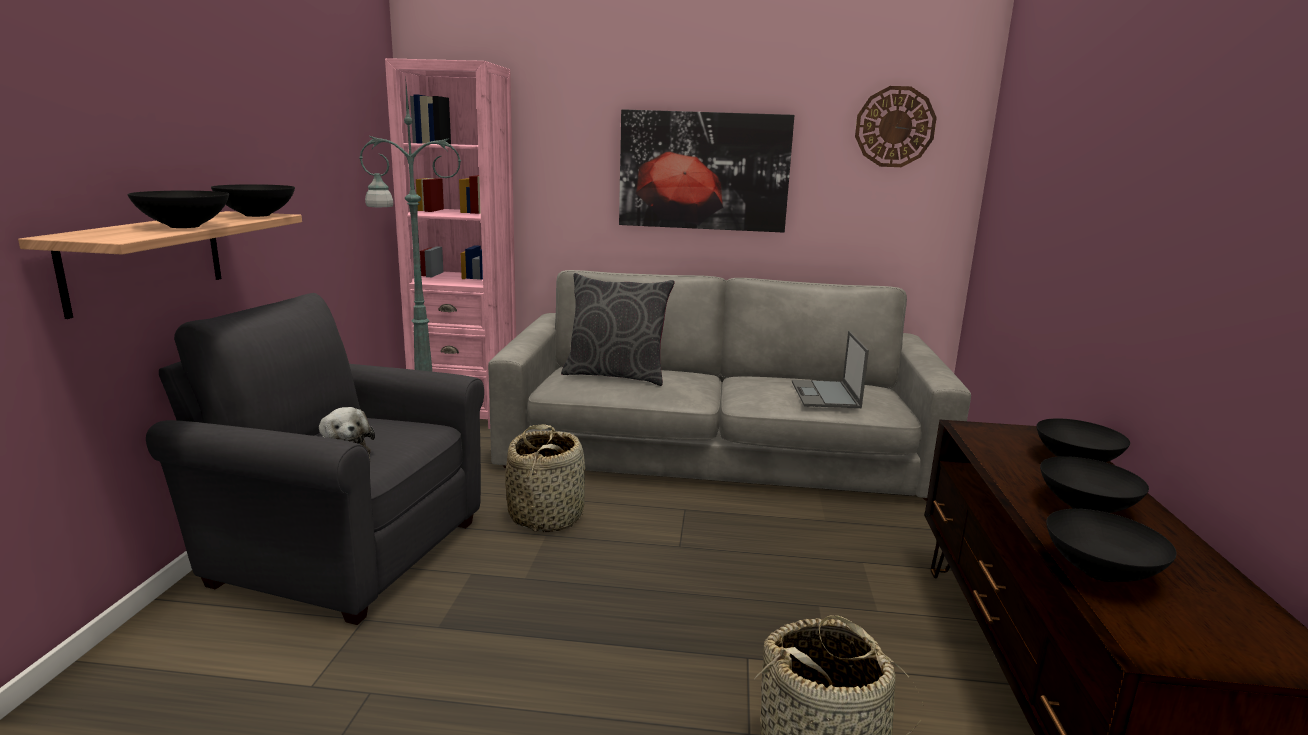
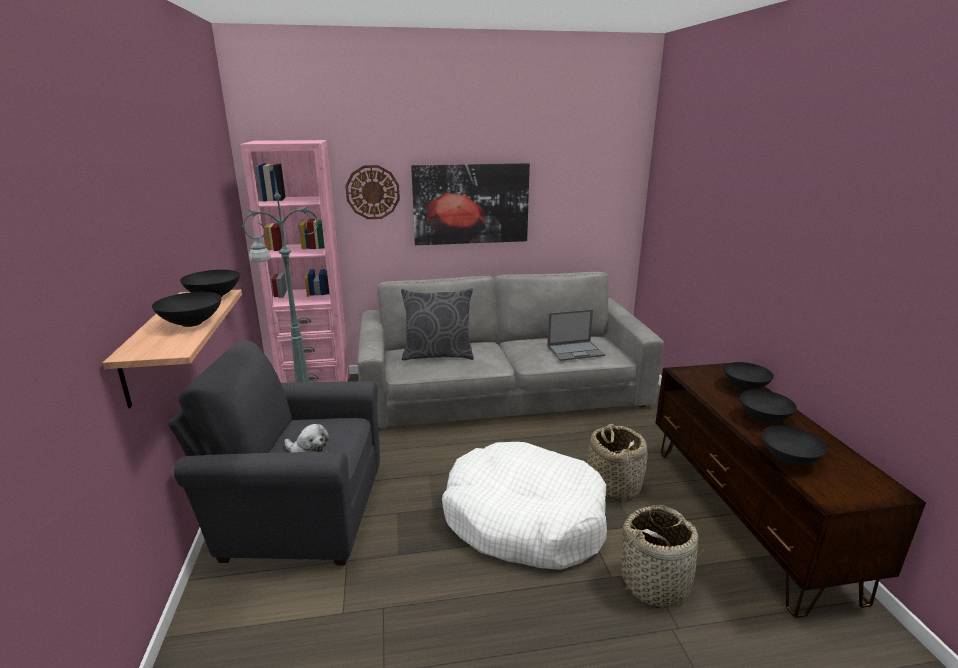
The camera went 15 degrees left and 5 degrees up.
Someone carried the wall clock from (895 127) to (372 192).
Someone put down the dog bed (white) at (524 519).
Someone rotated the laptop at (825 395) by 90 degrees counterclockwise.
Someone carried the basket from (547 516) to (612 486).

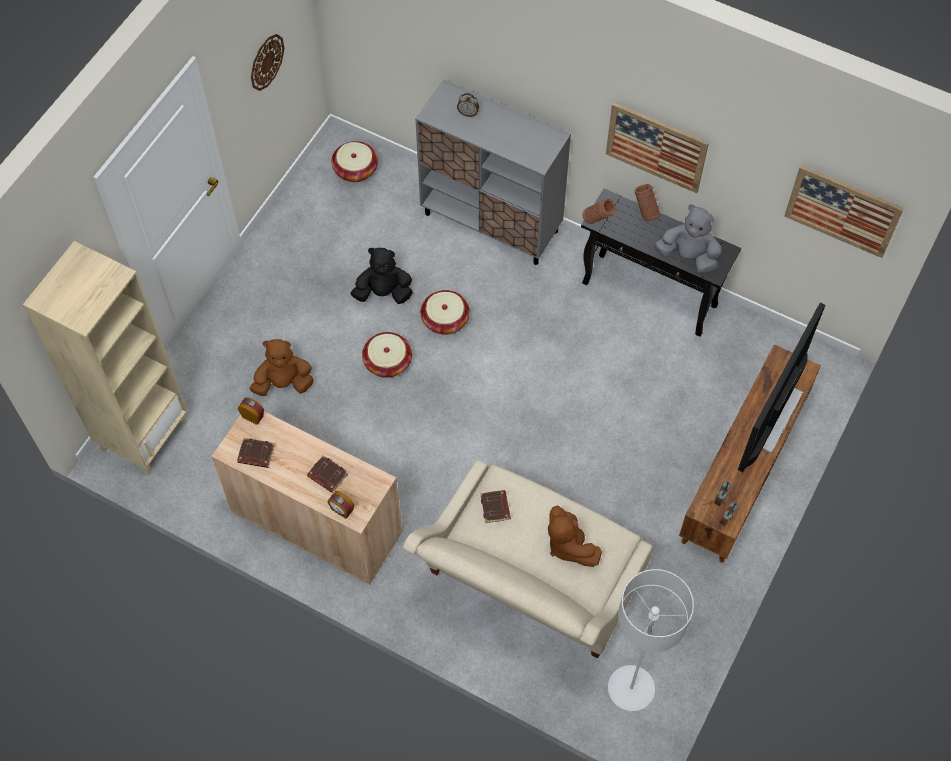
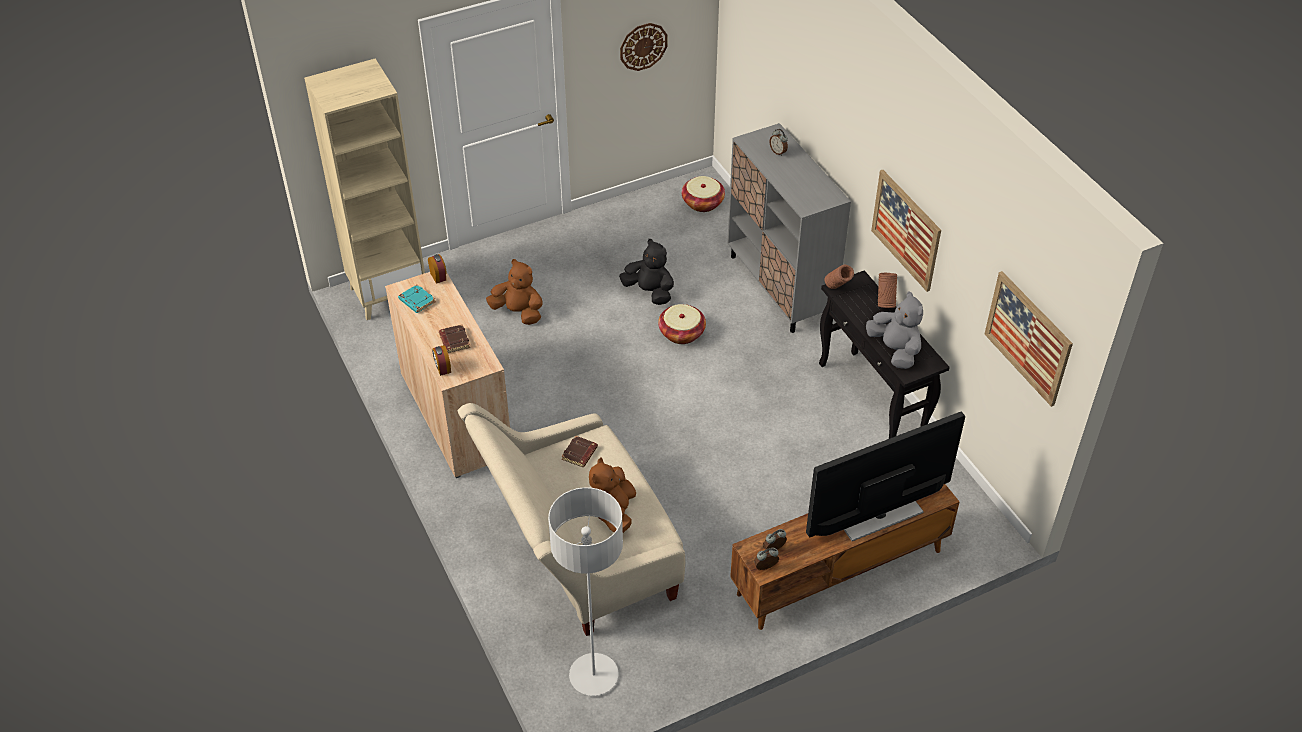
The camera went 35 degrees right and 15 degrees down.
Someone repainted the book (brown) at (255 455), which became the book (turquoise) at (416 301).
Someone took away the basket at (387 362).

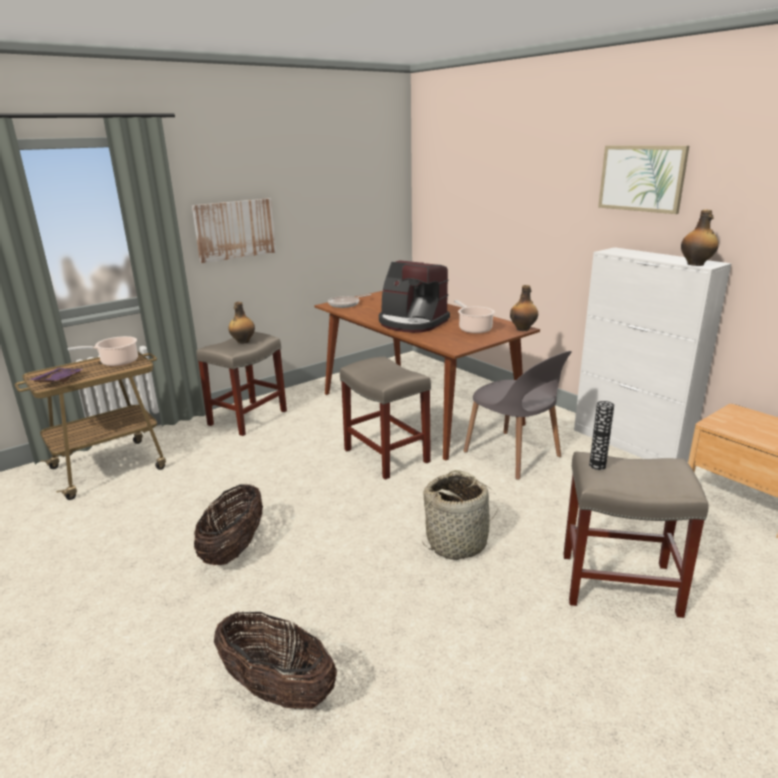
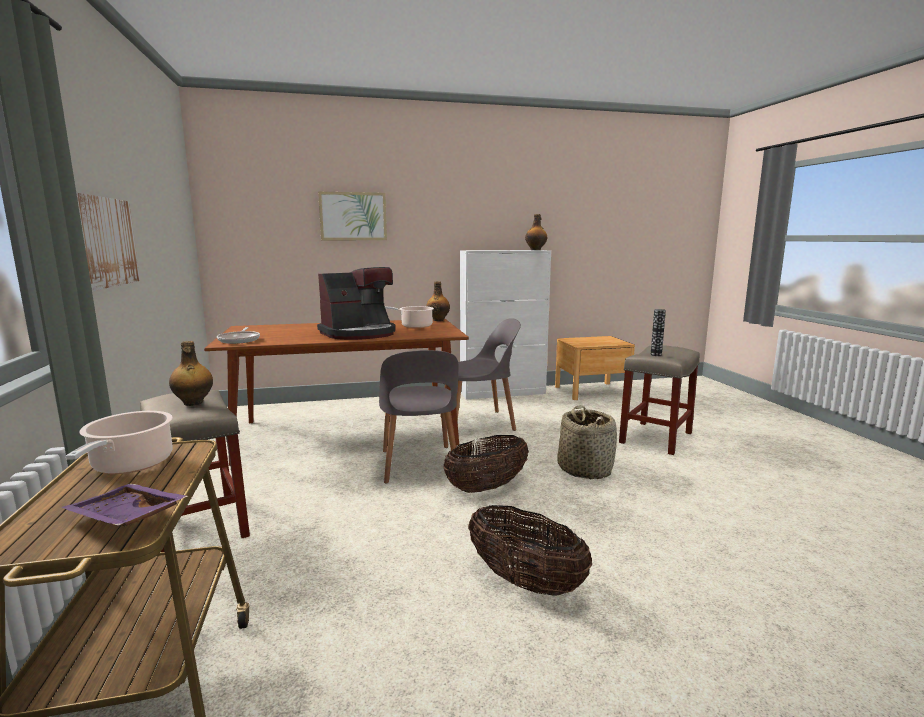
The camera went 65 degrees left and 10 degrees down.
Someone carried the picture from (642 178) to (353 216).
Someone swapped the stool (beige) at (385 455) for the chair (grey) at (419 465).
Someone carried the basket from (277 689) to (486 487).

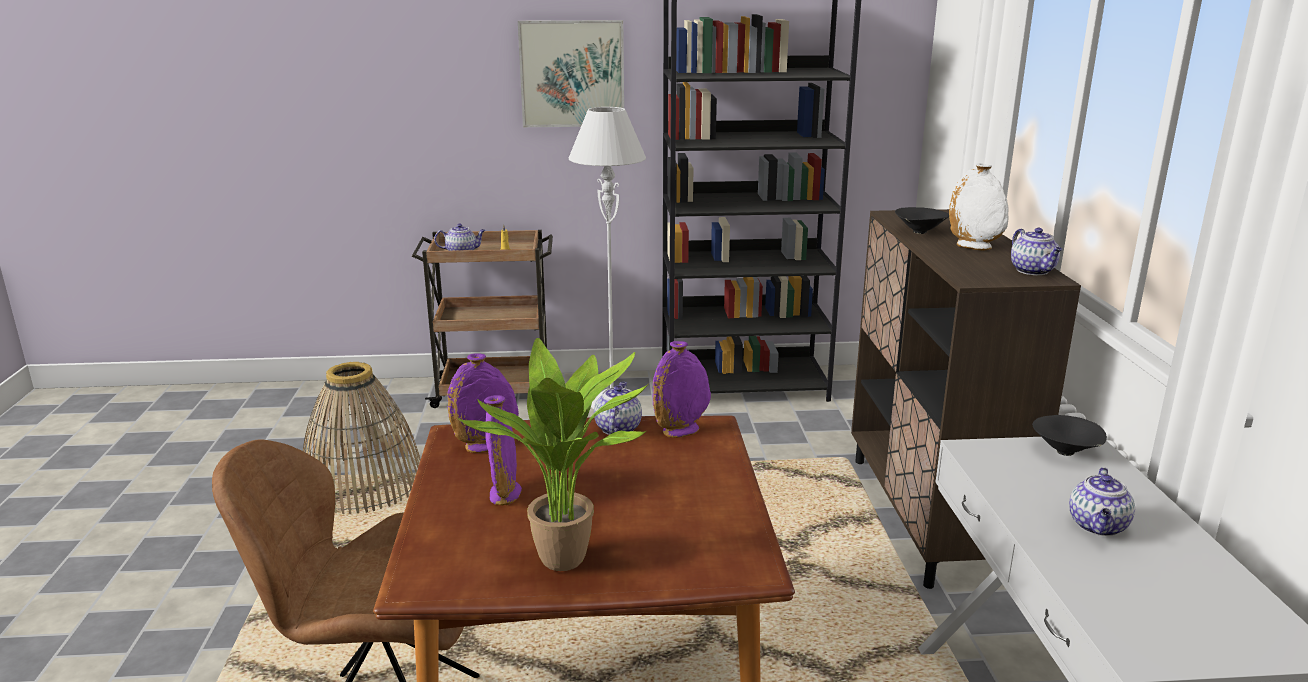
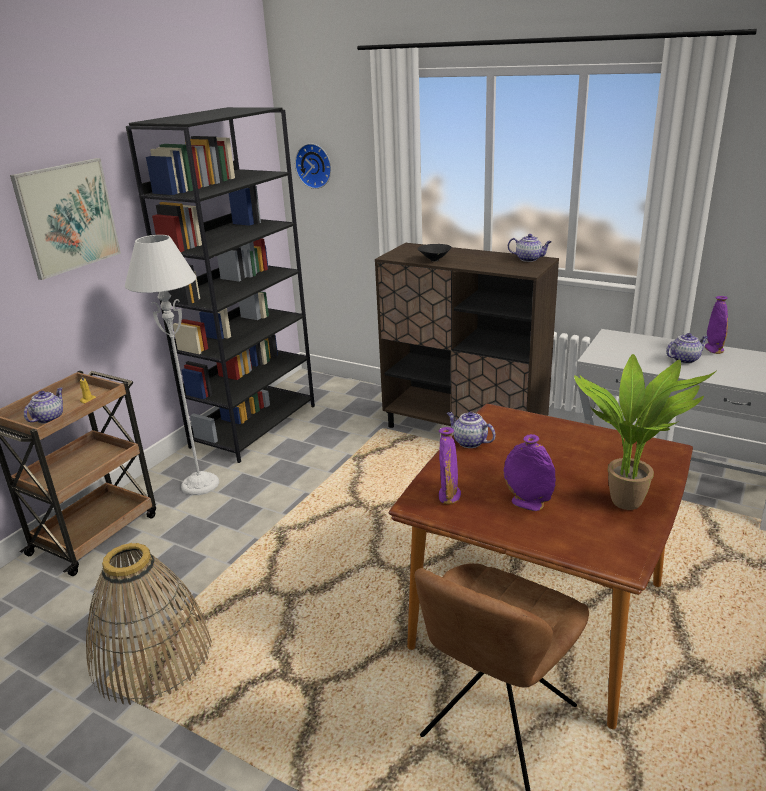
The camera went 55 degrees left and 5 degrees up.
Someone put up the wall clock at (315 165).
Someone rotated the teapot at (1098 526) by 75 degrees counterclockwise.
Someone carried the vase (purple) from (681 431) to (714 349).
Someone took away the vase (white) at (974 247).
Someone took away the bowl (black) at (1066 453).

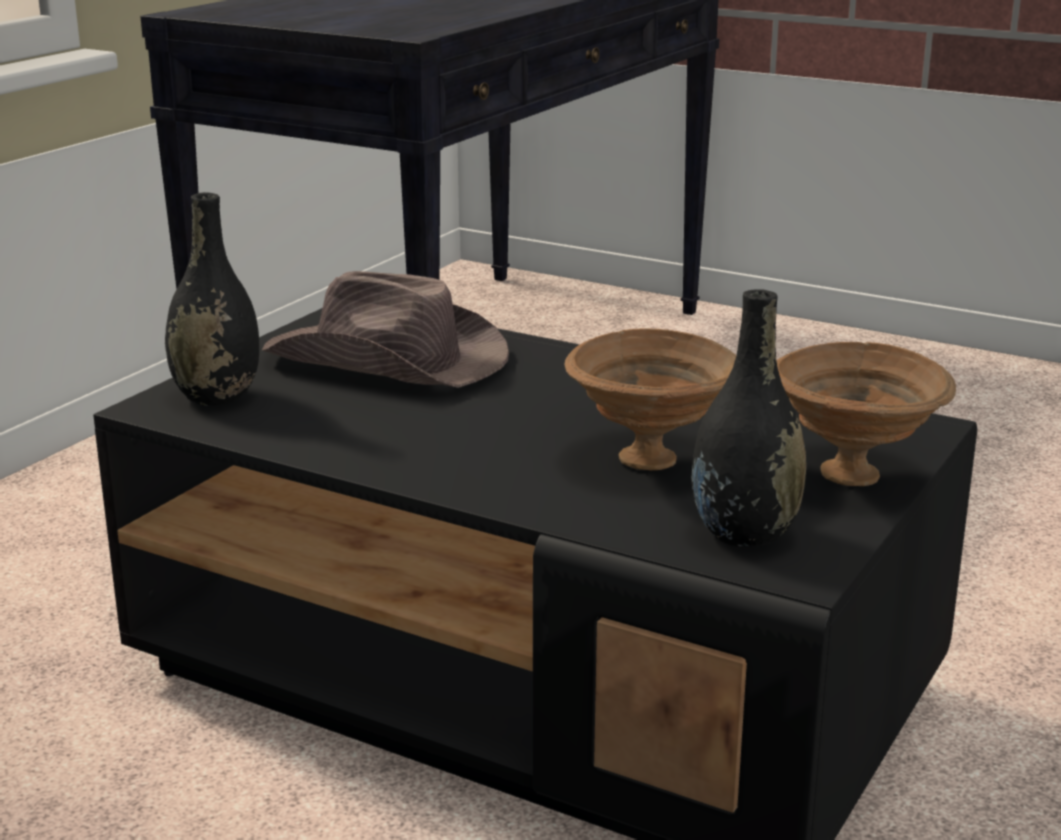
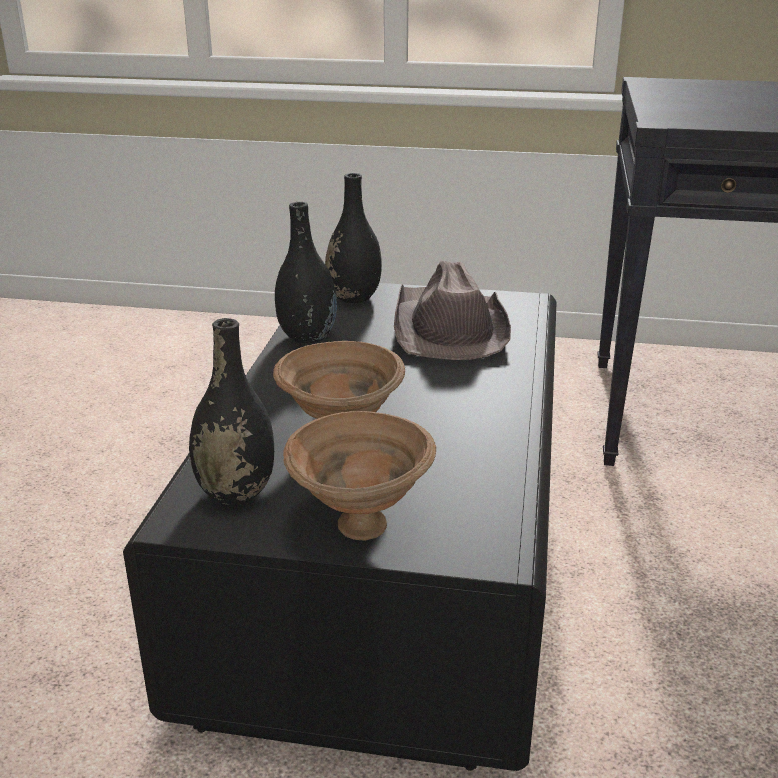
The camera went 70 degrees right and 5 degrees up.
Someone put down the vase (black) at (307 337).

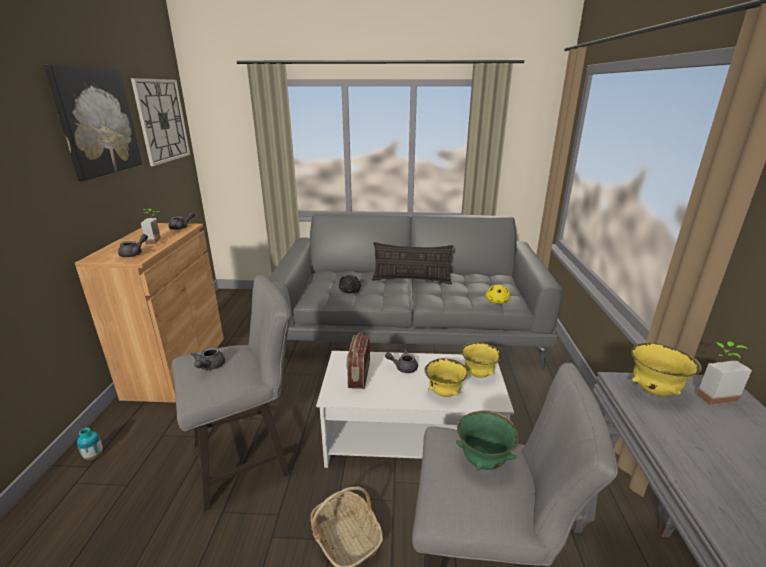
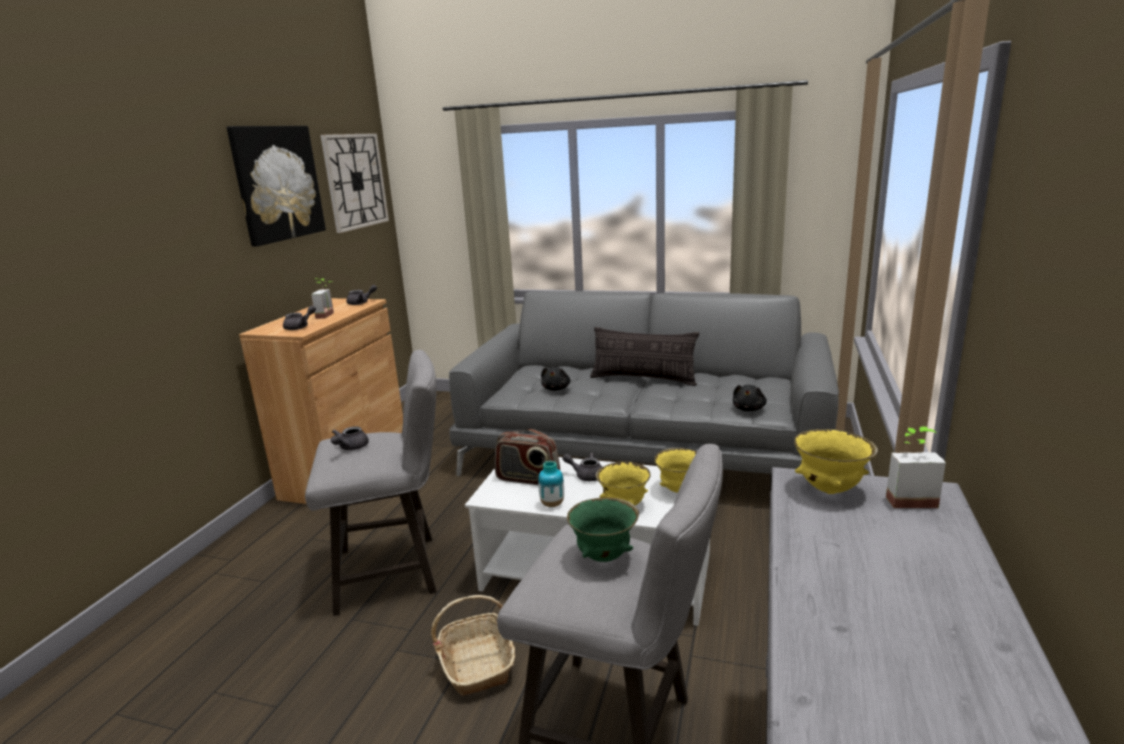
The camera went 15 degrees right and 5 degrees down.
Someone rotated the radio at (359 375) by 90 degrees counterclockwise.
Someone carried the vase from (94 456) to (552 504).
Someone repainted the plush toy (yellow) at (497 301), which became the plush toy (black) at (749 409).

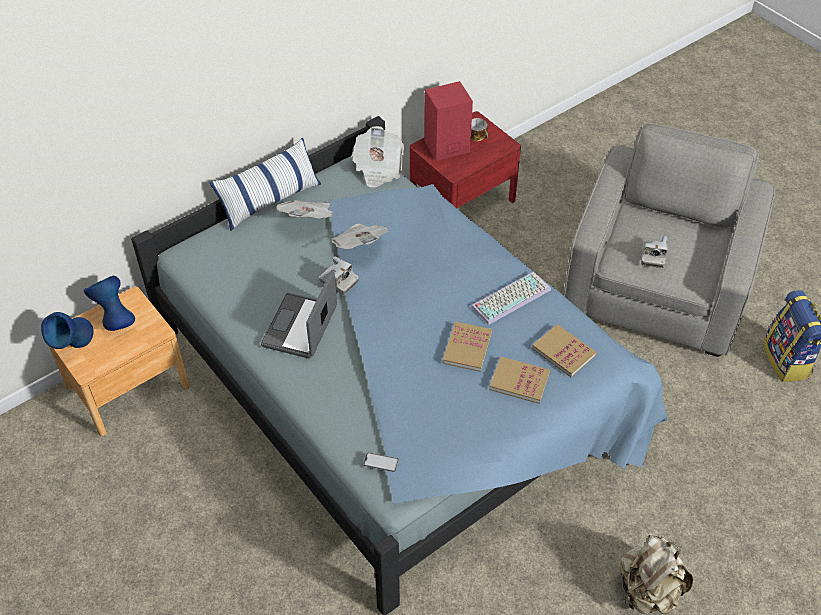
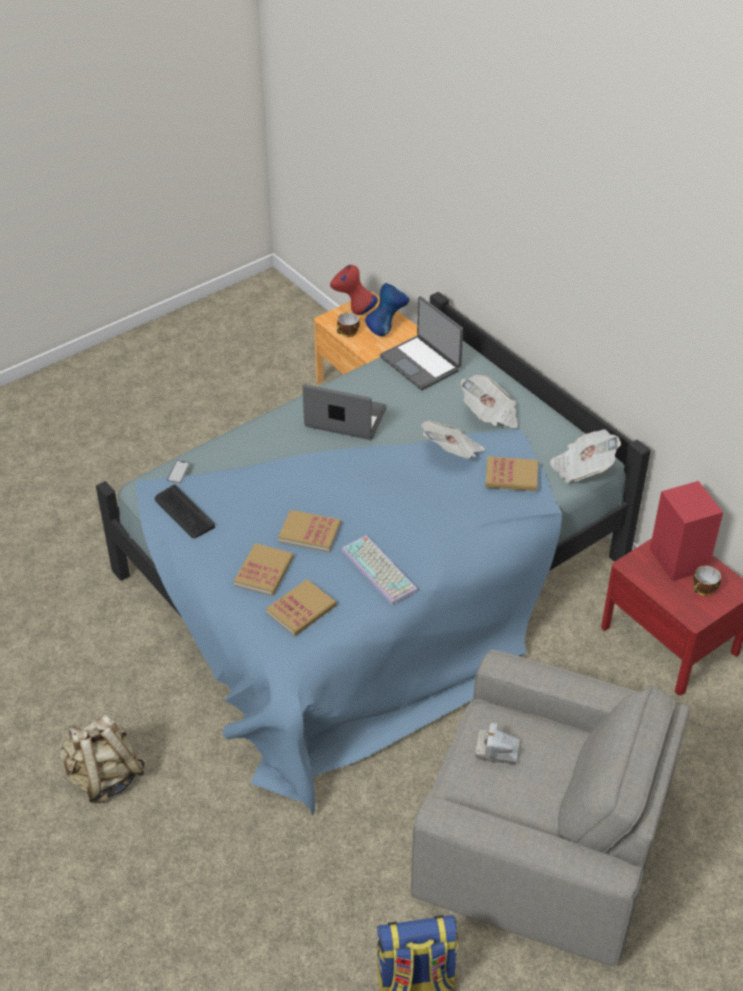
The camera went 90 degrees right and 5 degrees down.
Someone put down the keyboard at (184 512).
Someone repainted the vase (blue) at (74 349), which became the vase (red) at (353 310).
Someone put down the cup at (348 333).
Someone put down the laptop at (421 363).
Someone put down the book at (511 476).
Someone took away the pillow at (270 200).
Someone took away the photo camera at (338 281).

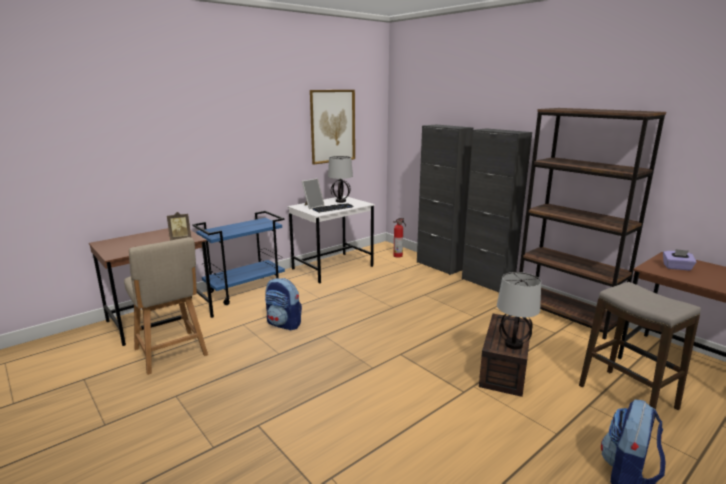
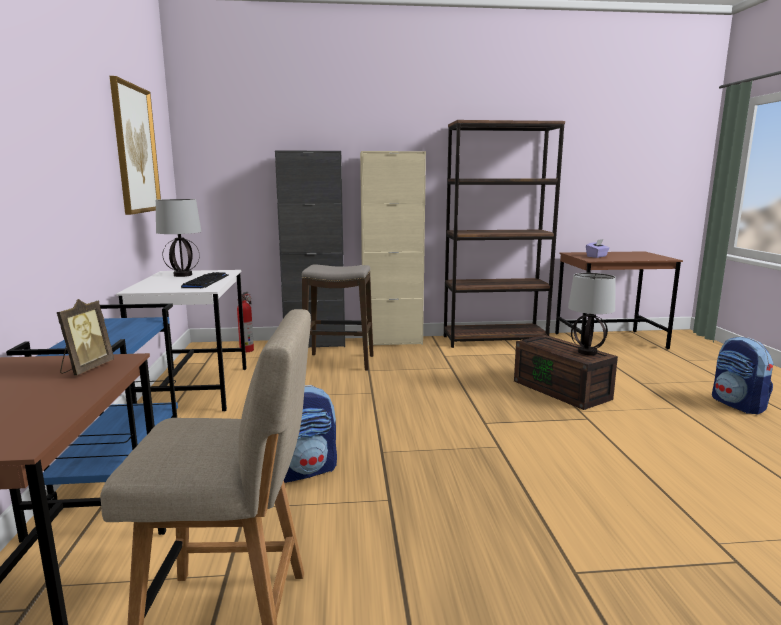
The camera went 55 degrees left and 5 degrees down.
Someone carried the stool from (627 397) to (339 362).
Someone repainted the cabinet (black) at (487 283), which became the cabinet (beige) at (392 341).
Someone took away the picture frame at (313 206).

